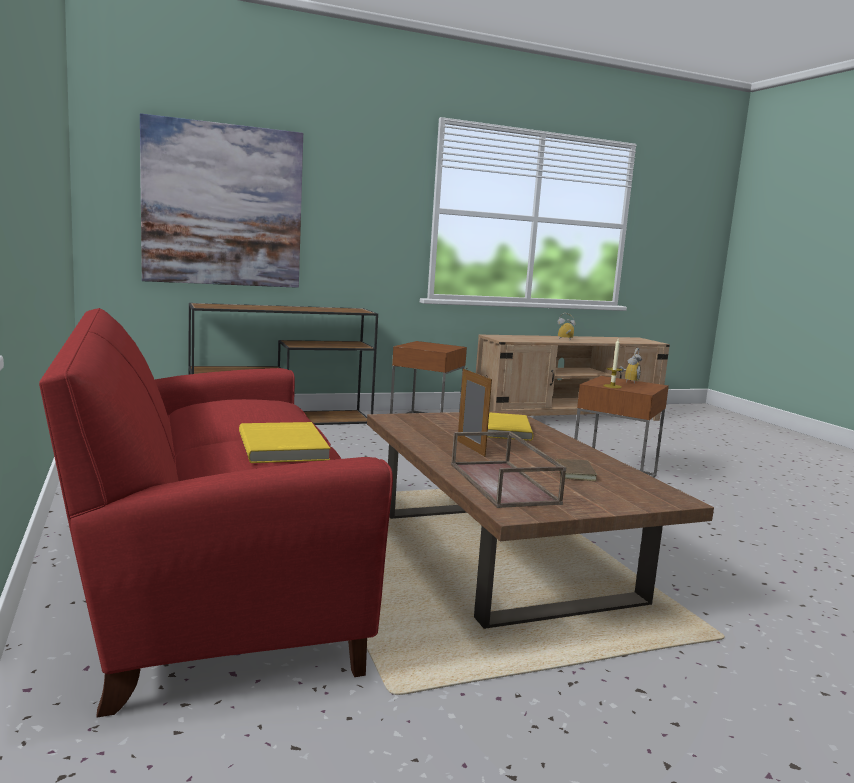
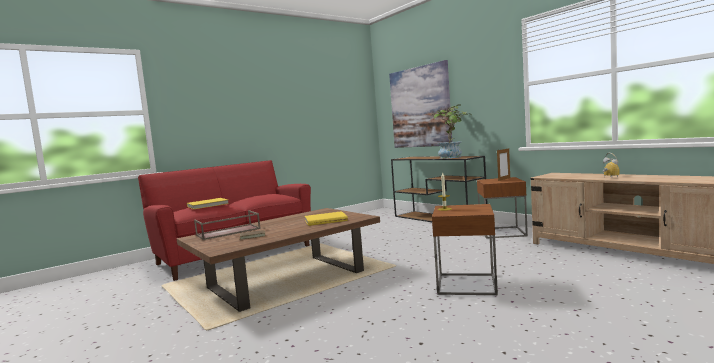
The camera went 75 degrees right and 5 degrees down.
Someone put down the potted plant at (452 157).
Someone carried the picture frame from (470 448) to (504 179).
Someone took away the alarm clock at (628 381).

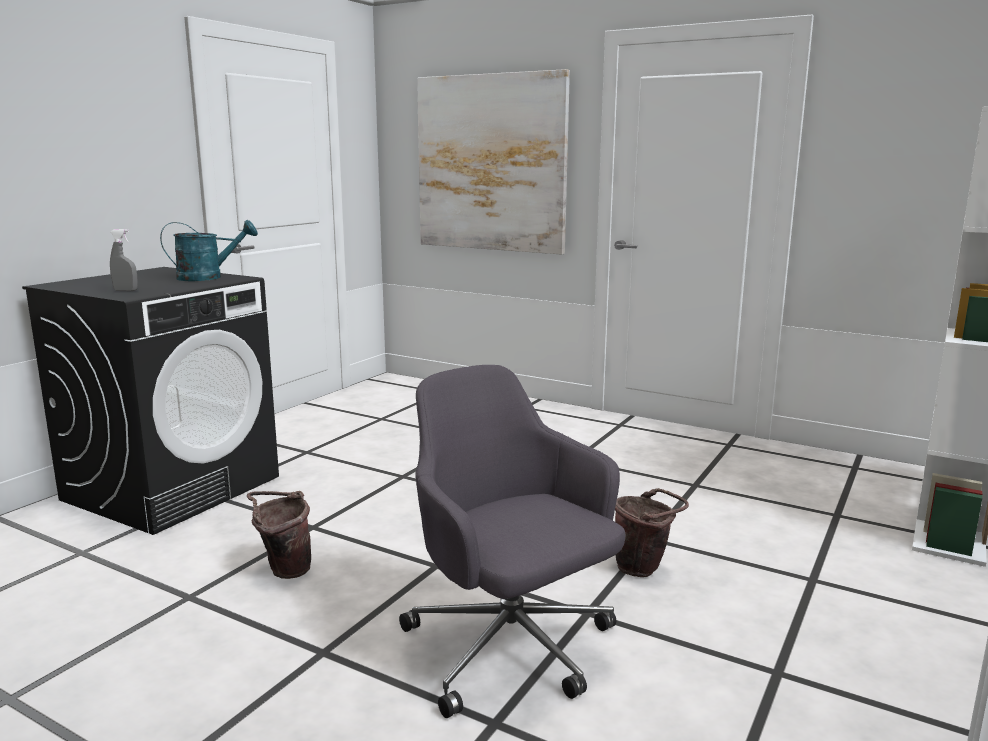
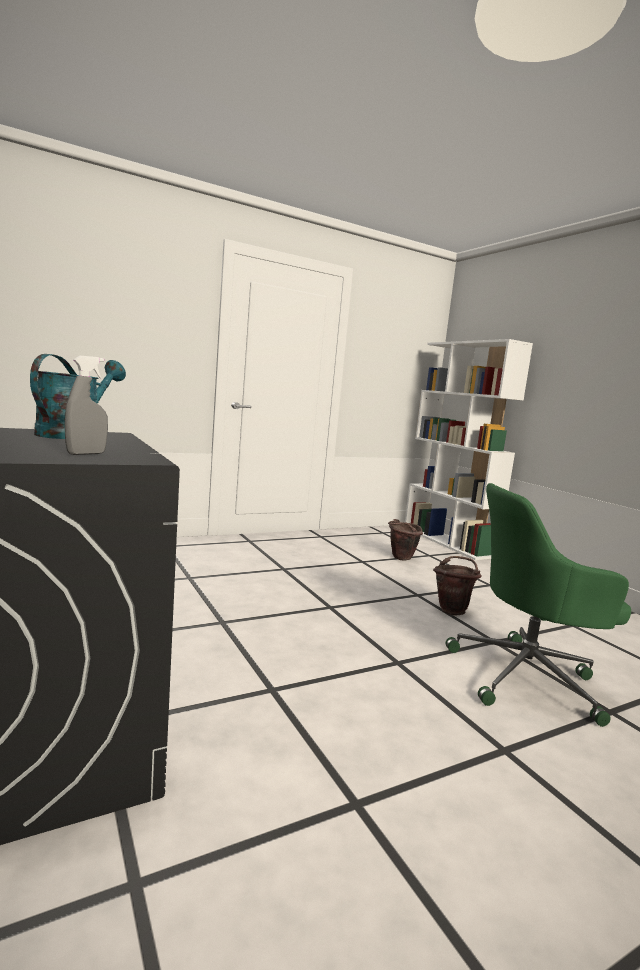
The camera went 60 degrees left and 5 degrees down.
Someone carried the bucket (brown) from (283 570) to (400 558).
Someone repainted the office chair (grey) at (511 649), which became the office chair (green) at (527 677).
Someone took away the picture at (491 163).

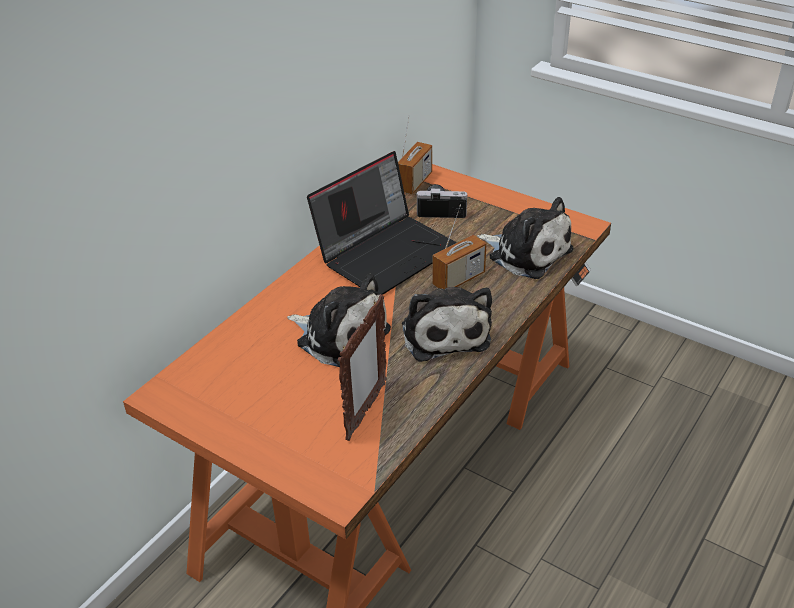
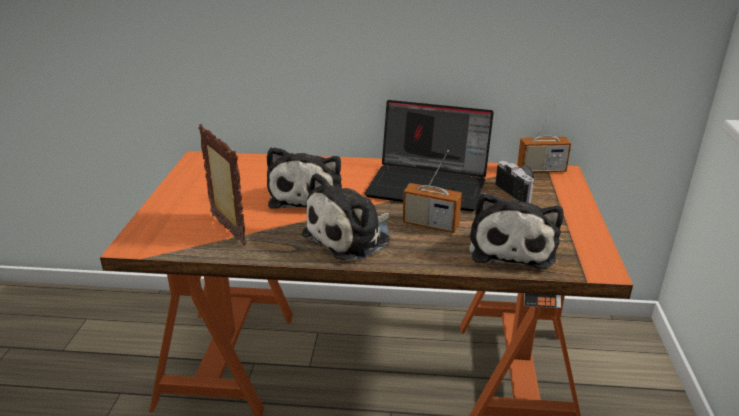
The camera went 60 degrees right and 10 degrees down.
Someone rotated the picture frame at (365 411) by 120 degrees counterclockwise.

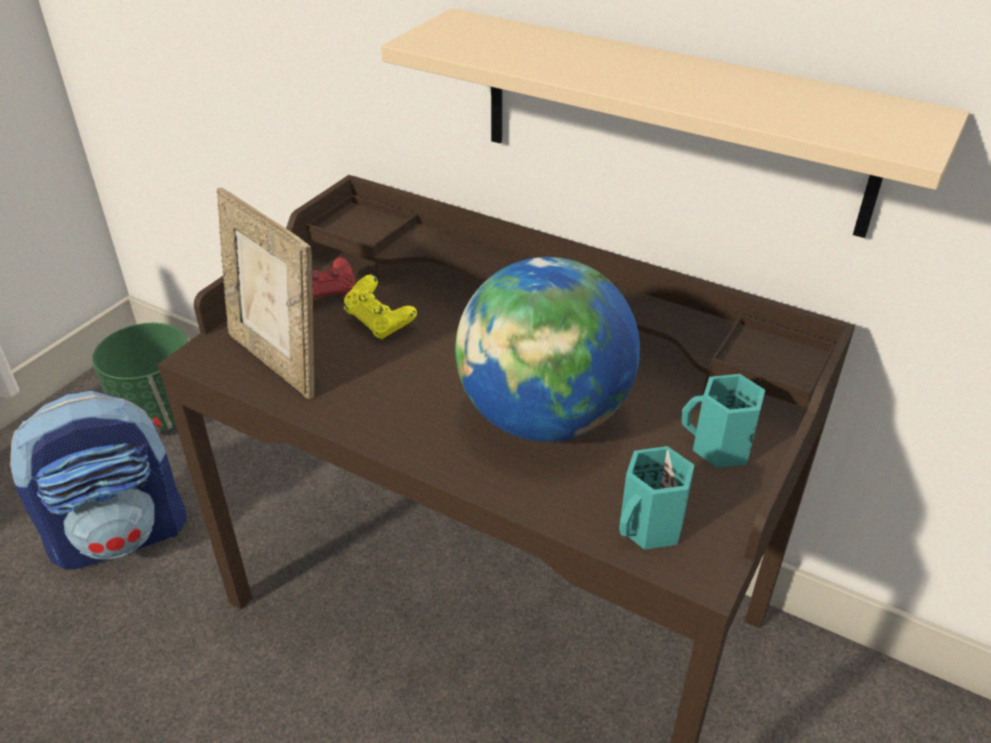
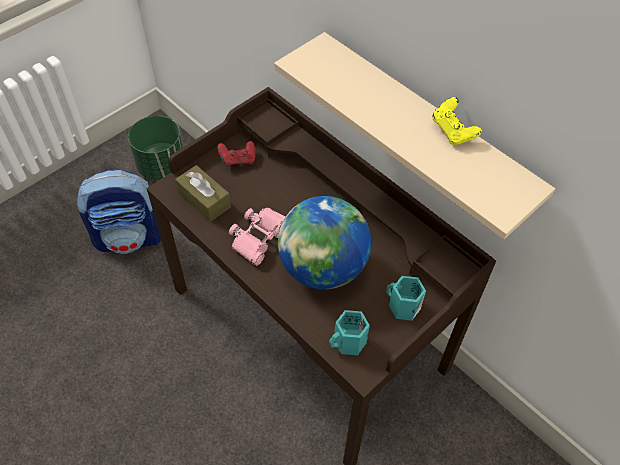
The camera went 15 degrees right and 15 degrees up.
Someone swapped the picture frame at (278 360) for the tissue box (brown) at (204 200).
Someone put down the binoculars (pink) at (260 237).
Someone carried the game controller (yellow) from (379 323) to (453 131).

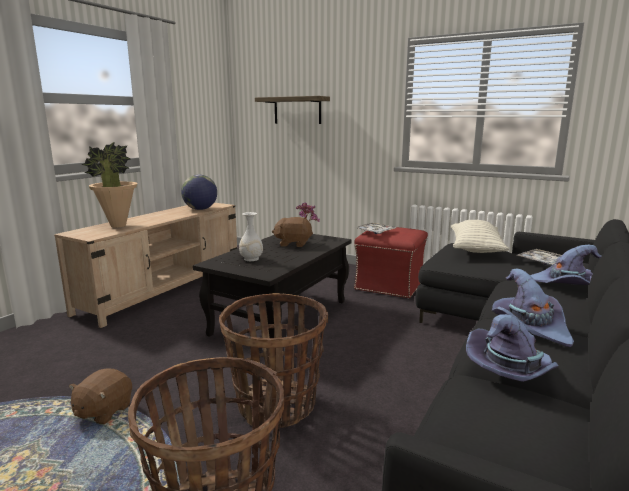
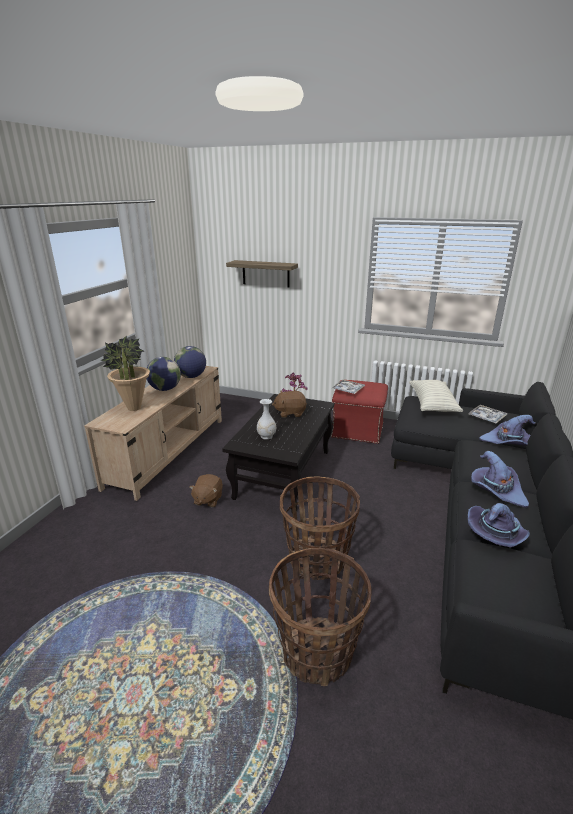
The camera went 10 degrees left and 10 degrees up.
Someone put down the globe at (165 389).
Someone carried the plush toy (brown) from (103 411) to (207 499).

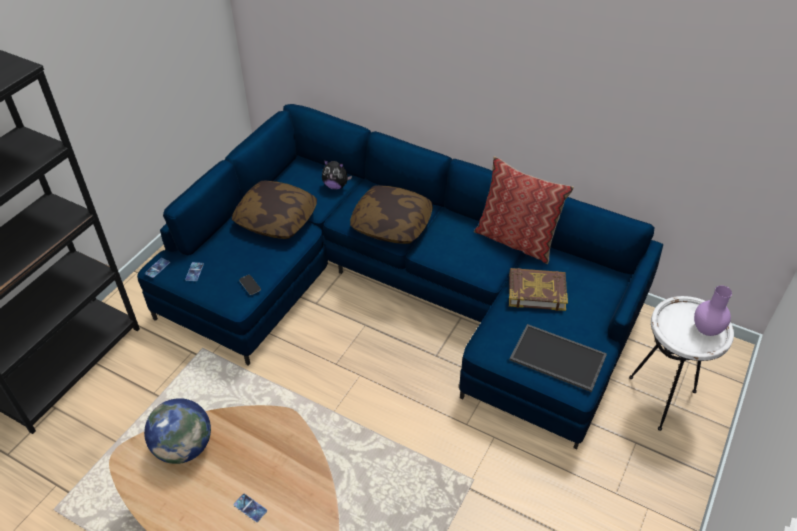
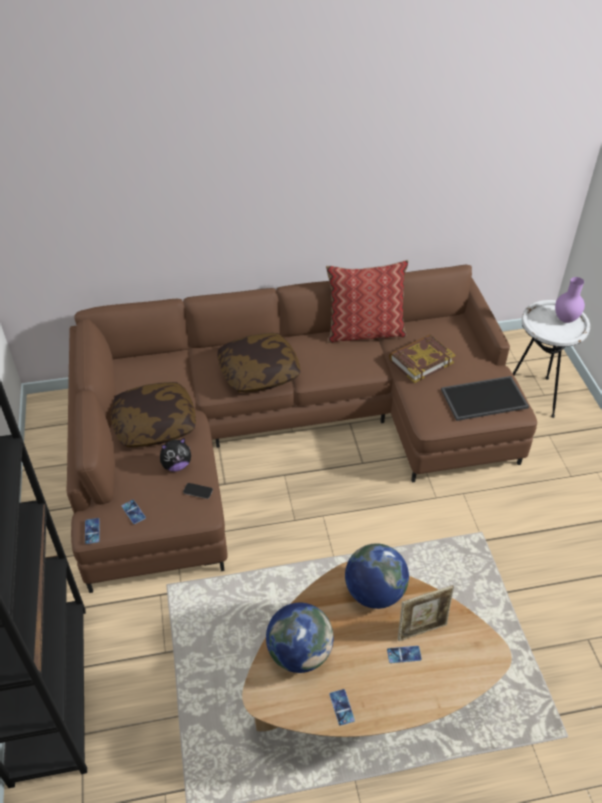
The camera went 40 degrees left and 0 degrees up.
Someone repainted the sofa (blue) at (398 290), which became the sofa (brown) at (281 431).
Someone carried the plush toy from (336 186) to (176 465).
Someone put down the phone at (341 707).
Someone put down the globe at (374 592).
Someone put down the picture frame at (421 630).

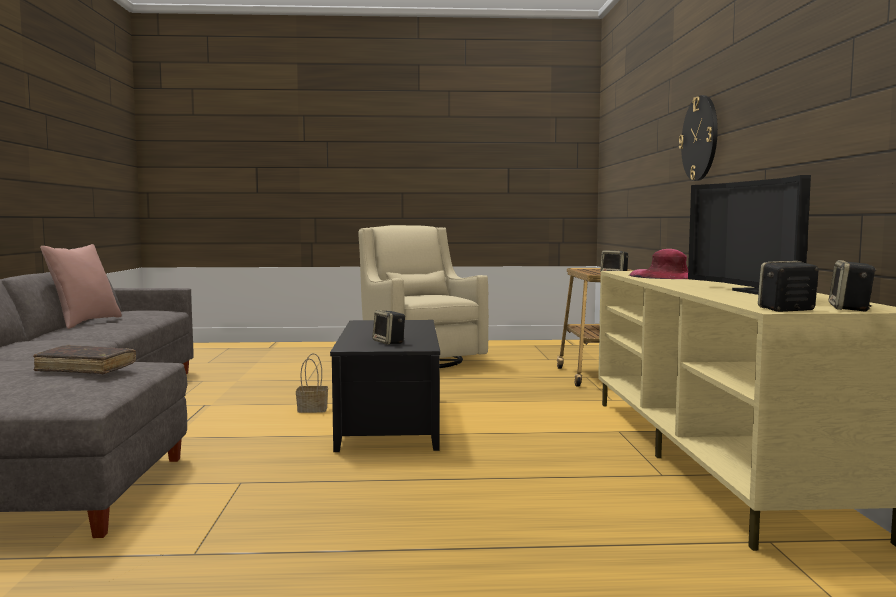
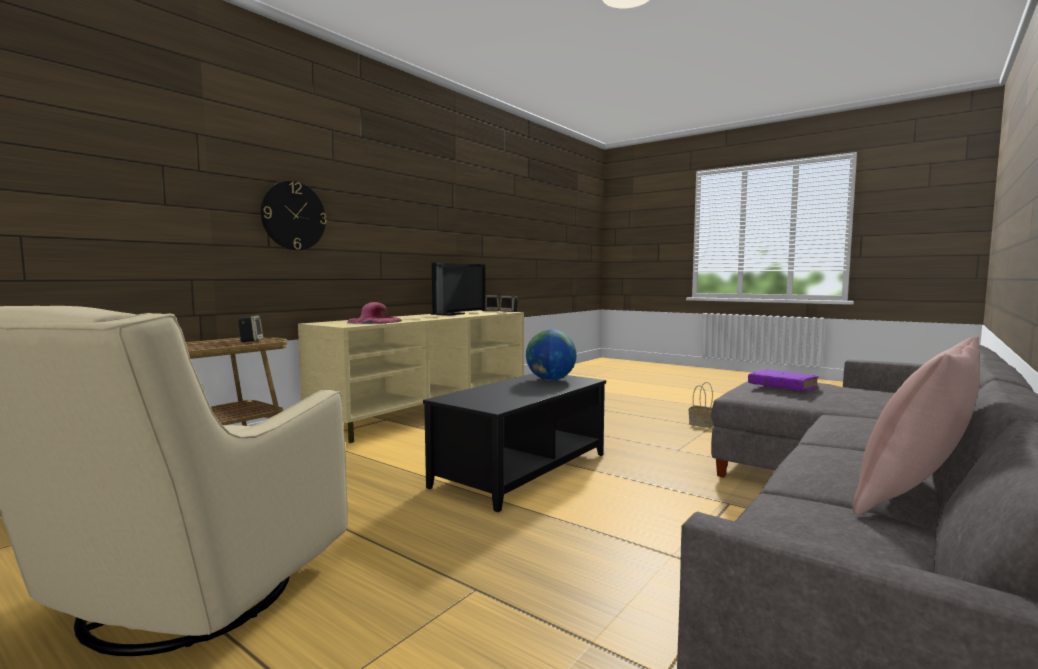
The camera went 140 degrees left and 0 degrees up.
Someone swapped the speaker at (389 342) for the globe at (550 380).
Someone carried the basket from (311 409) to (702 424).
Someone repainted the book (brown) at (86 368), which became the book (purple) at (782 386).

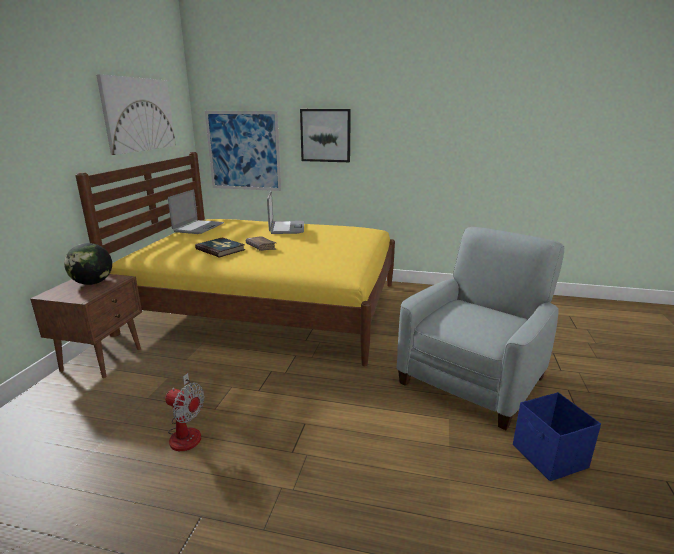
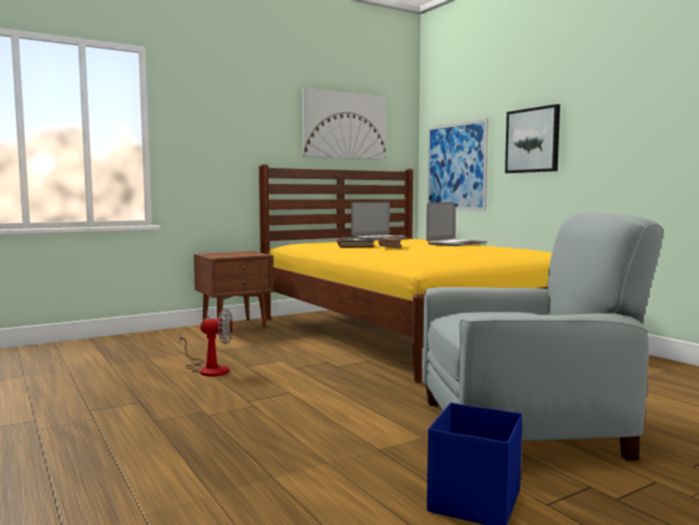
The camera went 45 degrees right and 15 degrees down.
Someone rotated the fan at (186 432) by 75 degrees counterclockwise.
Someone took away the globe at (93 283).

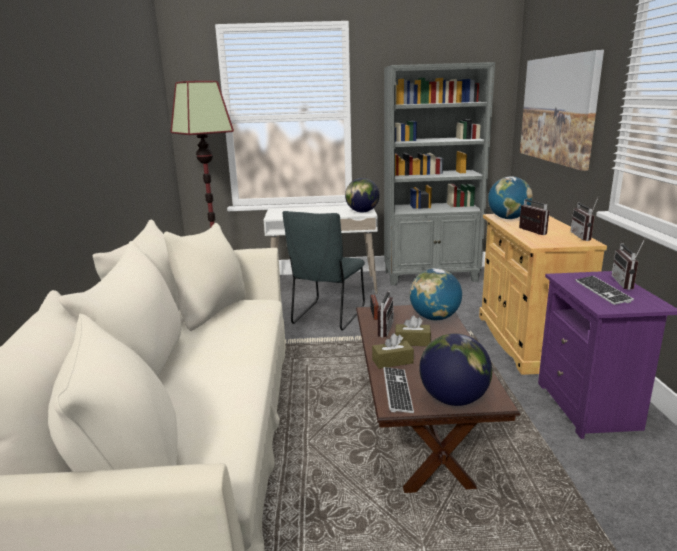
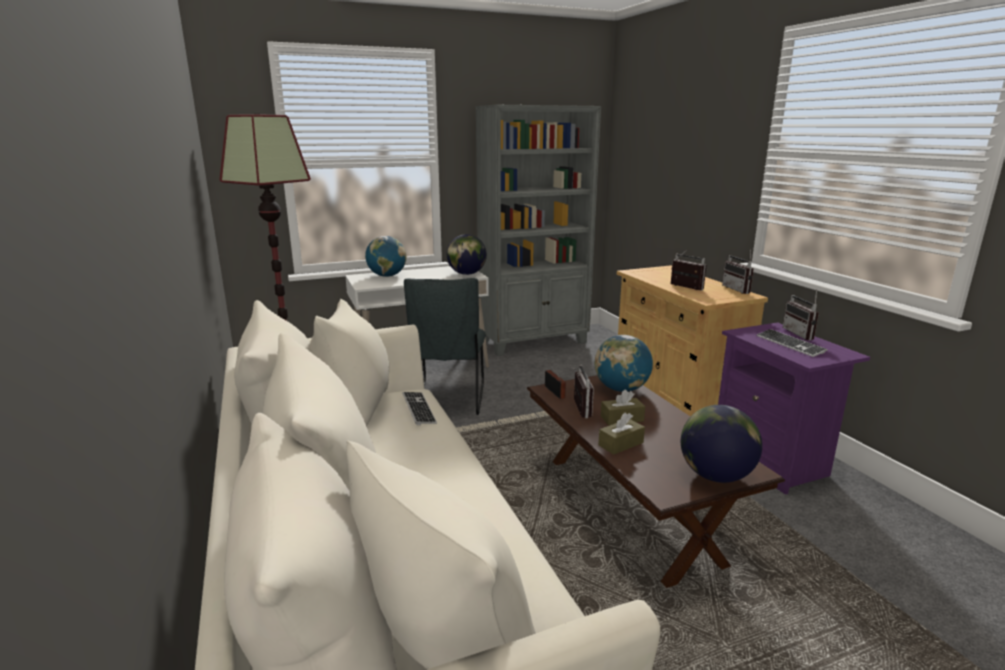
The camera went 20 degrees left and 0 degrees up.
Someone carried the globe from (508 218) to (387 276).
Someone carried the keyboard from (397 391) to (419 409).
Someone took away the picture at (558 109).

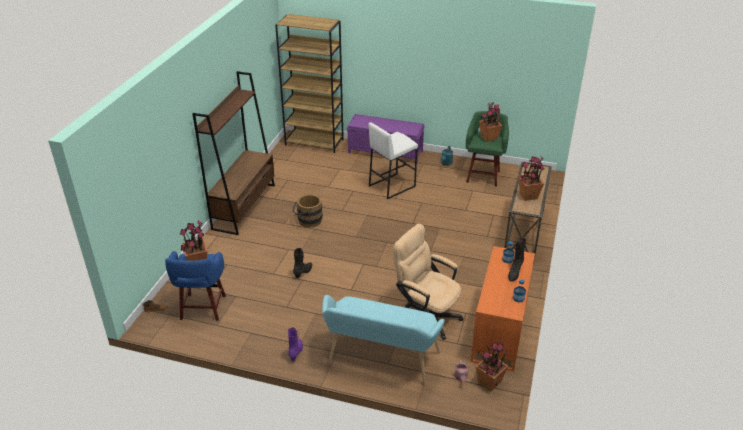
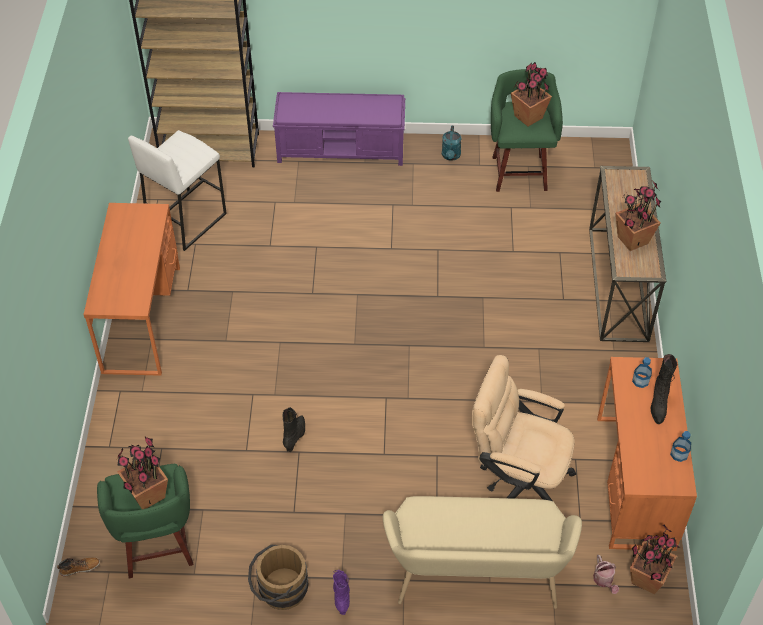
The camera went 15 degrees left and 15 degrees up.
Someone swapped the bookcase (brown) at (244 206) for the desk (orange) at (142 318).
Someone repainted the stool (blue) at (202 309), which became the stool (green) at (157 547).
Someone carried the stool (white) from (391 186) to (186 220).
Someone carried the bucket (brown) from (307 220) to (279 590).
Someone repainted the bench (turquoise) at (380 360), which became the bench (beige) at (476 579).

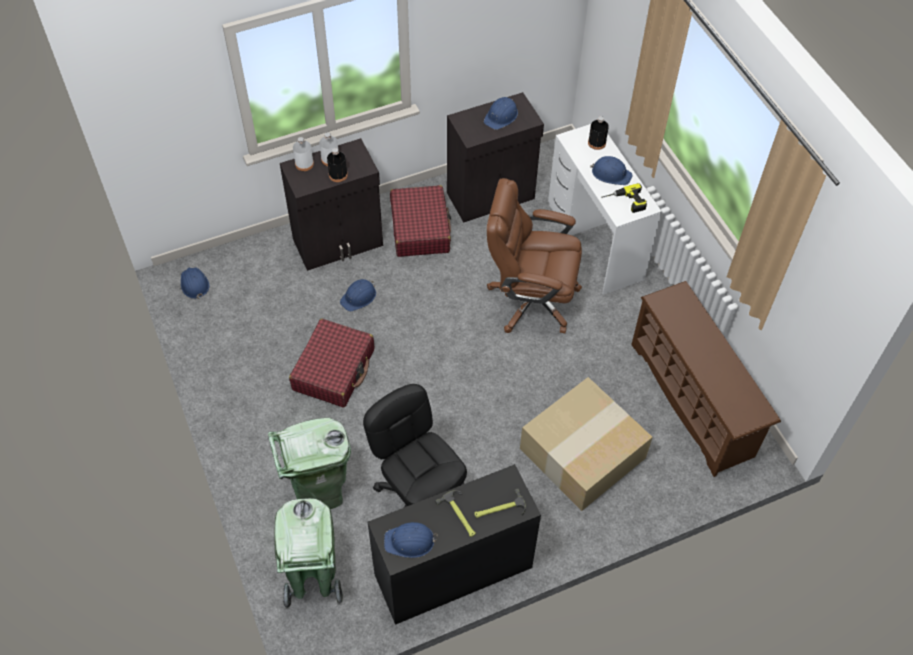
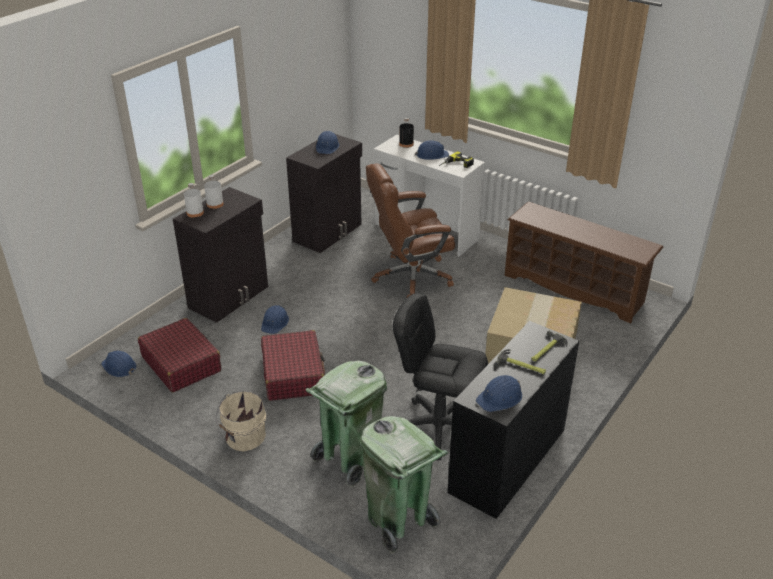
The camera went 30 degrees left and 20 degrees down.
Someone carried the suitcase (red) from (420 228) to (181 363).
Someone put down the bucket (beige) at (243 437).
Someone took away the bottle (black) at (338 175).

